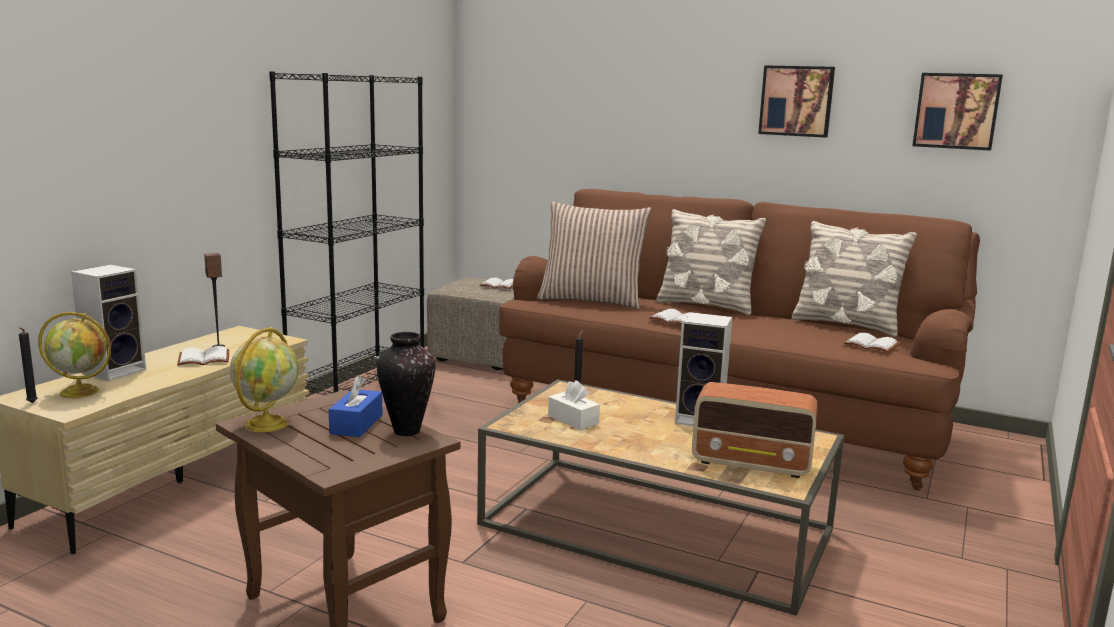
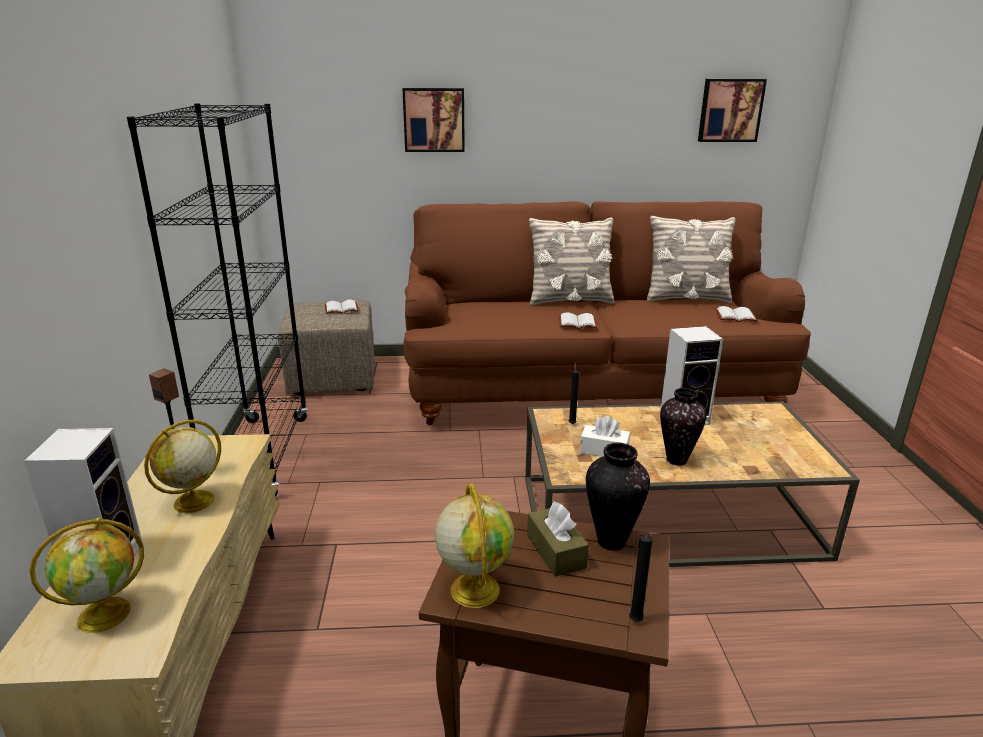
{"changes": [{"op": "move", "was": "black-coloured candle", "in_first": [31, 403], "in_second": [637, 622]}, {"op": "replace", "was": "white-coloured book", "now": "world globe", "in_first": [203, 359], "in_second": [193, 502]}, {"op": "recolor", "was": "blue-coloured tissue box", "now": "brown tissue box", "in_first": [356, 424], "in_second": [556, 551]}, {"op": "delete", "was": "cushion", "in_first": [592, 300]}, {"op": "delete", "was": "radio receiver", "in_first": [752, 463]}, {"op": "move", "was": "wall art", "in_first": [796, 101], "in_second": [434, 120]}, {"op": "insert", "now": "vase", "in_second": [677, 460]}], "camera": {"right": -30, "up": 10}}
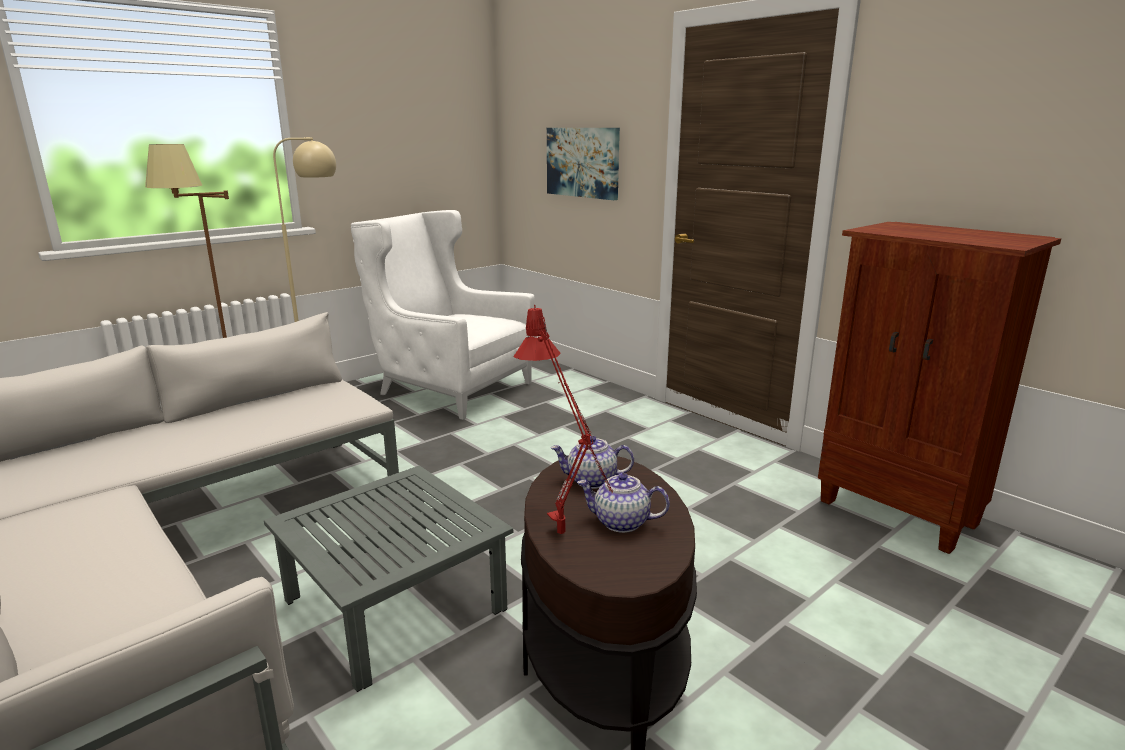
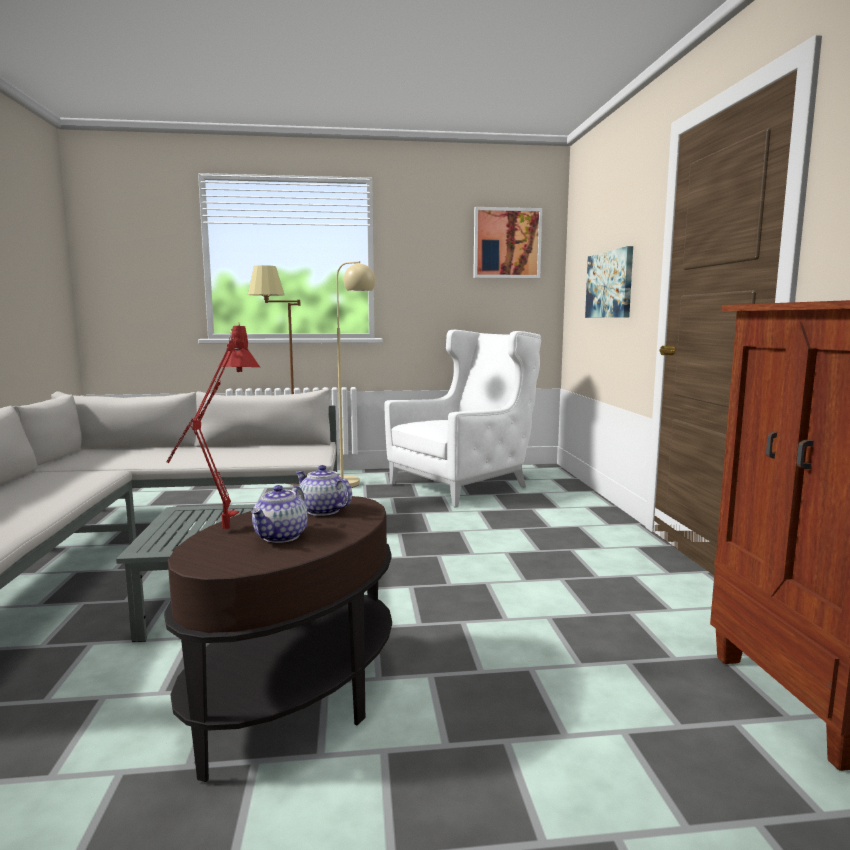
{"changes": [{"op": "rotate", "was": "white-coloured armchair", "in_first": [449, 389], "in_second": [464, 485], "clockwise": 75}, {"op": "rotate", "was": "tea pot", "in_first": [621, 522], "in_second": [281, 536], "clockwise": -120}, {"op": "insert", "now": "wall art", "in_second": [507, 243]}], "camera": {"right": 35, "up": -10}}
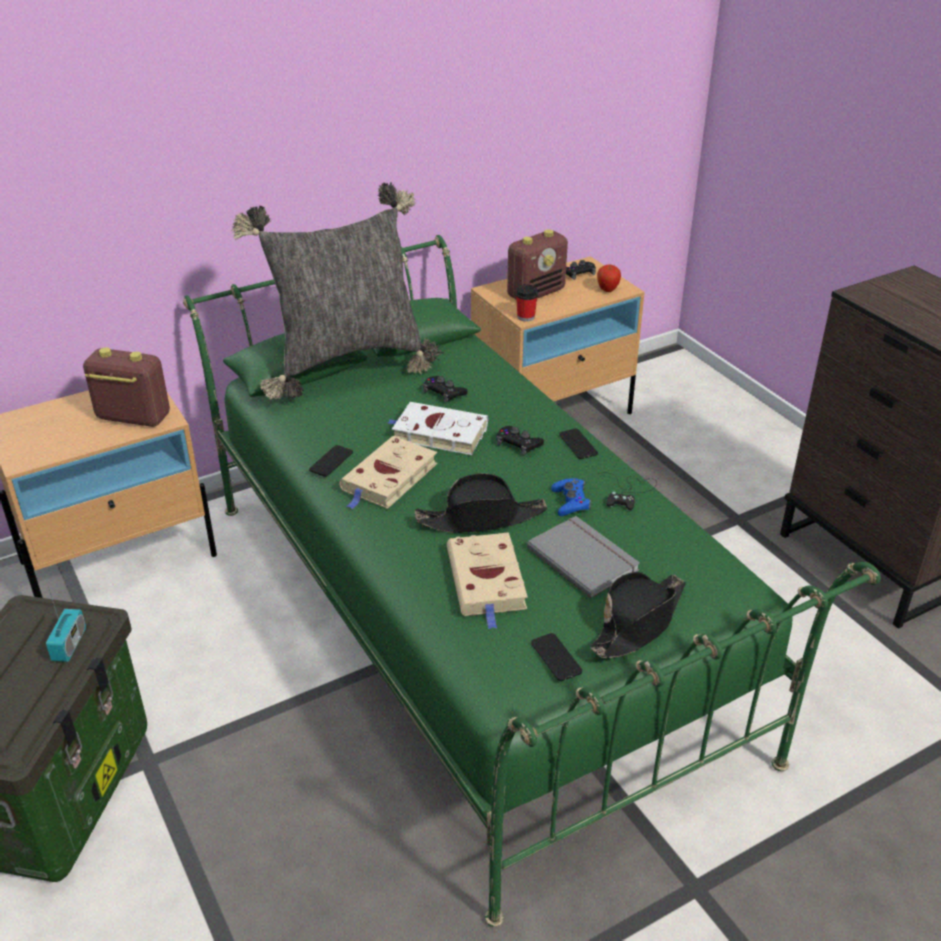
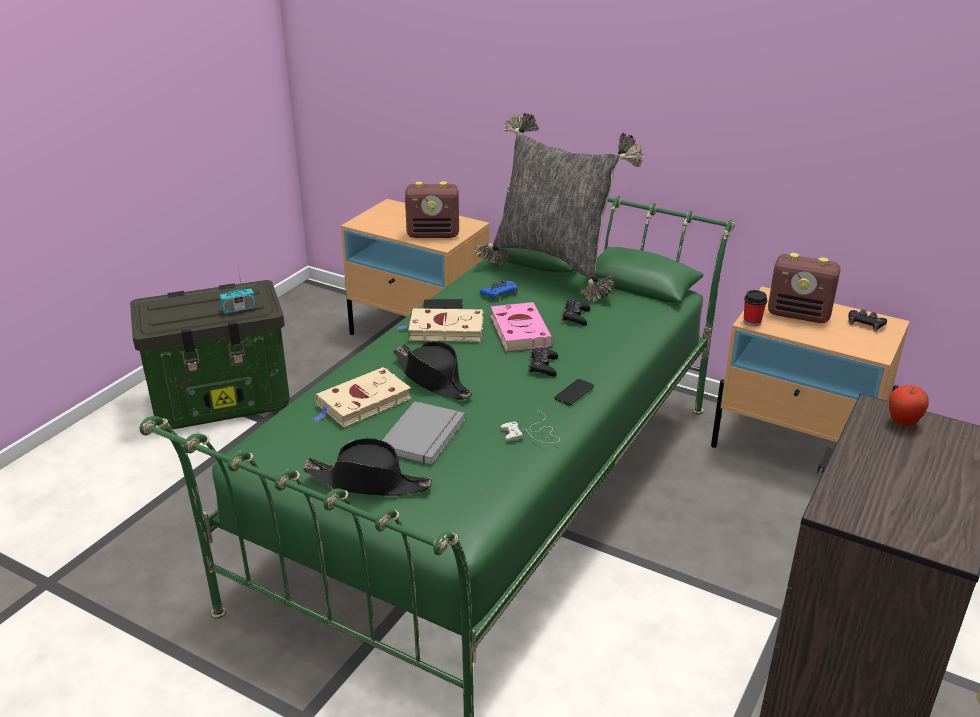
{"changes": [{"op": "rotate", "was": "radio receiver", "in_first": [132, 417], "in_second": [433, 234], "clockwise": 105}, {"op": "recolor", "was": "white-coloured book", "now": "pink book", "in_first": [437, 433], "in_second": [519, 330]}, {"op": "delete", "was": "telephone", "in_first": [556, 657]}, {"op": "move", "was": "blue-coloured joypad", "in_first": [571, 501], "in_second": [499, 294]}, {"op": "move", "was": "apple", "in_first": [607, 290], "in_second": [903, 422]}, {"op": "recolor", "was": "black-coloured joypad", "now": "white-coloured joypad", "in_first": [628, 491], "in_second": [532, 433]}], "camera": {"right": 60, "up": -5}}
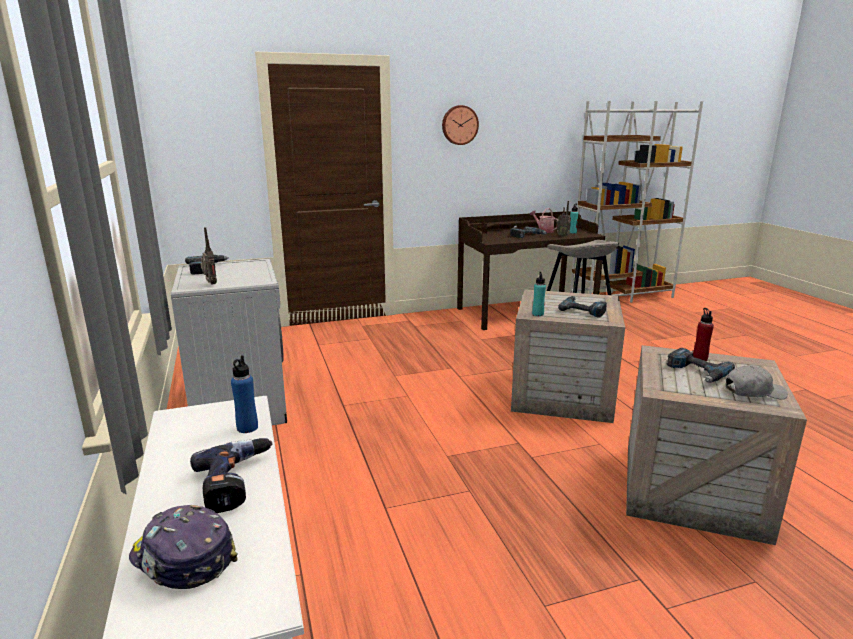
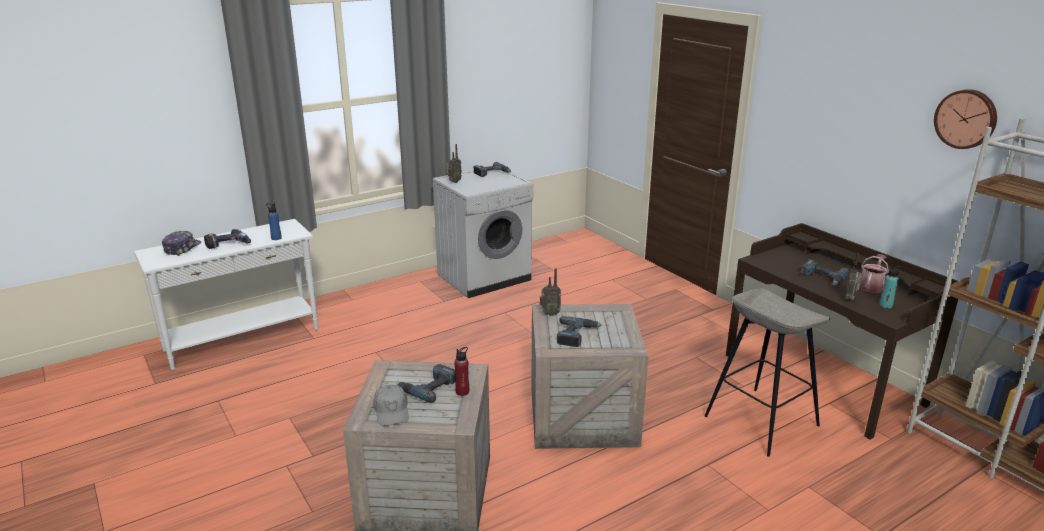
{"changes": [{"op": "move", "was": "wall clock", "in_first": [459, 125], "in_second": [966, 119]}, {"op": "replace", "was": "turquoise-coloured beverage bottle", "now": "radio receiver", "in_first": [538, 314], "in_second": [549, 313]}], "camera": {"right": 75, "up": 5}}
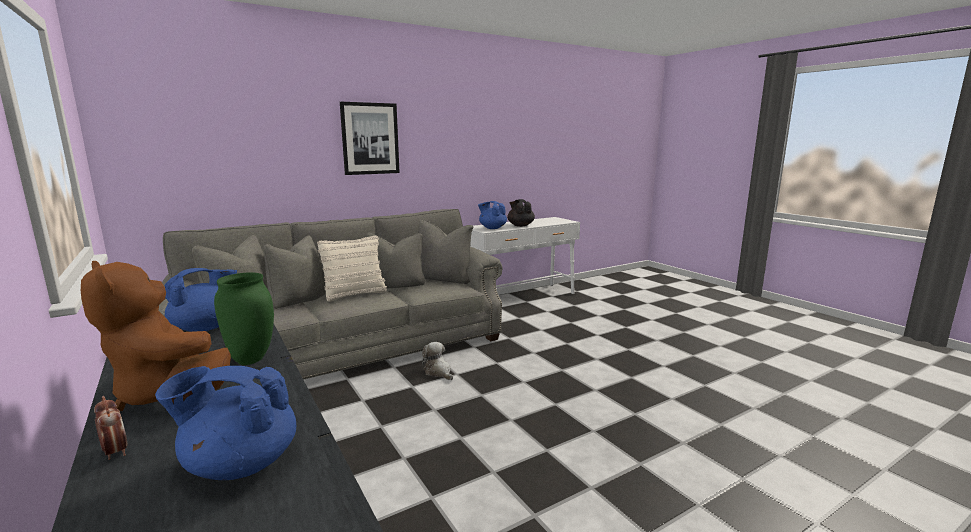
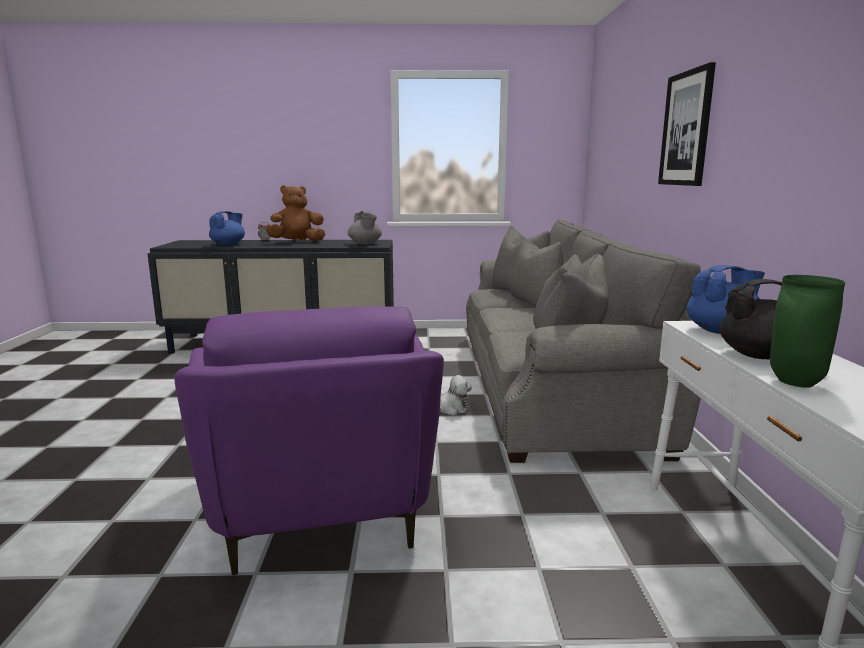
{"changes": [{"op": "recolor", "was": "blue-coloured tea pot", "now": "greyish tea pot", "in_first": [206, 327], "in_second": [365, 244]}, {"op": "move", "was": "green vase", "in_first": [250, 360], "in_second": [793, 382]}, {"op": "delete", "was": "beige cushion", "in_first": [355, 294]}, {"op": "insert", "now": "purplish armchair", "in_second": [320, 510]}], "camera": {"right": 120, "up": 0}}
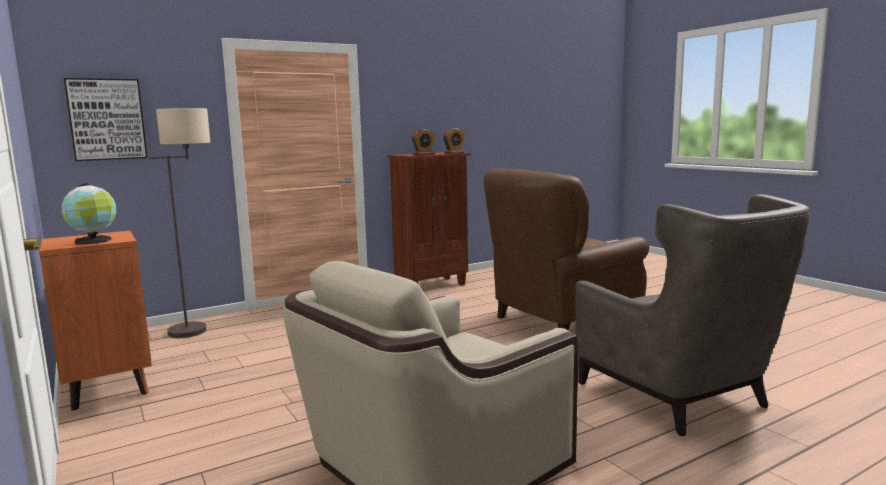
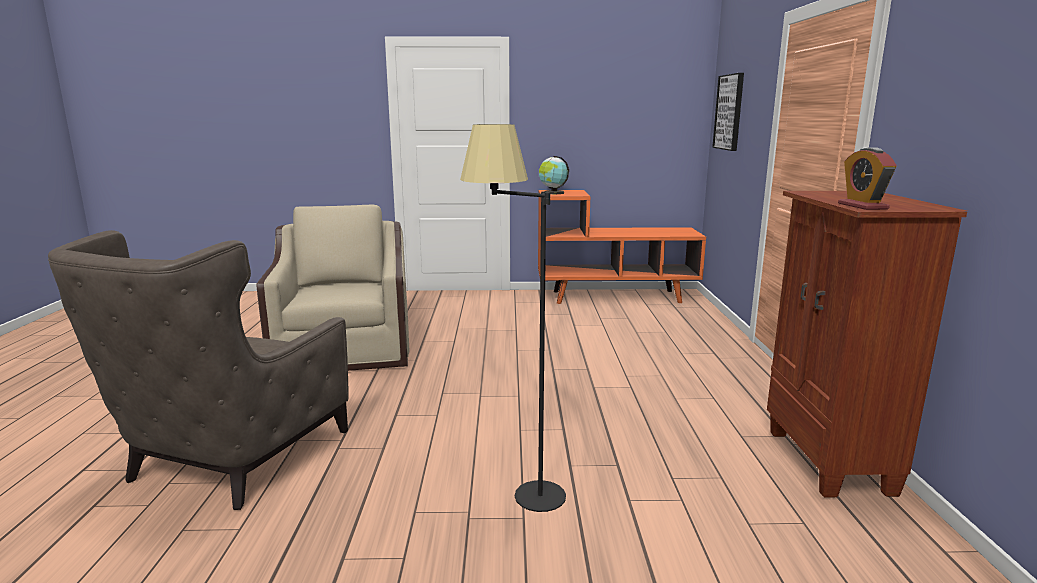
{"changes": [{"op": "delete", "was": "beige floor lamp", "in_first": [199, 330]}, {"op": "delete", "was": "bedside clock", "in_first": [423, 154]}, {"op": "replace", "was": "brown armchair", "now": "black-coloured floor lamp", "in_first": [559, 321], "in_second": [517, 501]}, {"op": "rotate", "was": "greyish armchair", "in_first": [678, 398], "in_second": [233, 460], "clockwise": -75}], "camera": {"right": 120, "up": 5}}
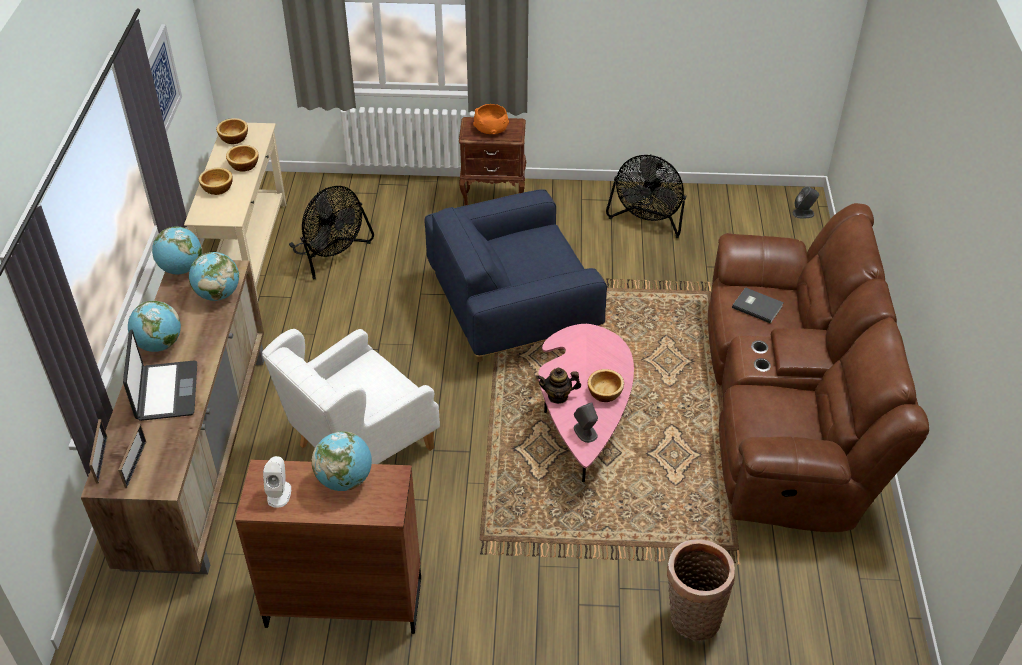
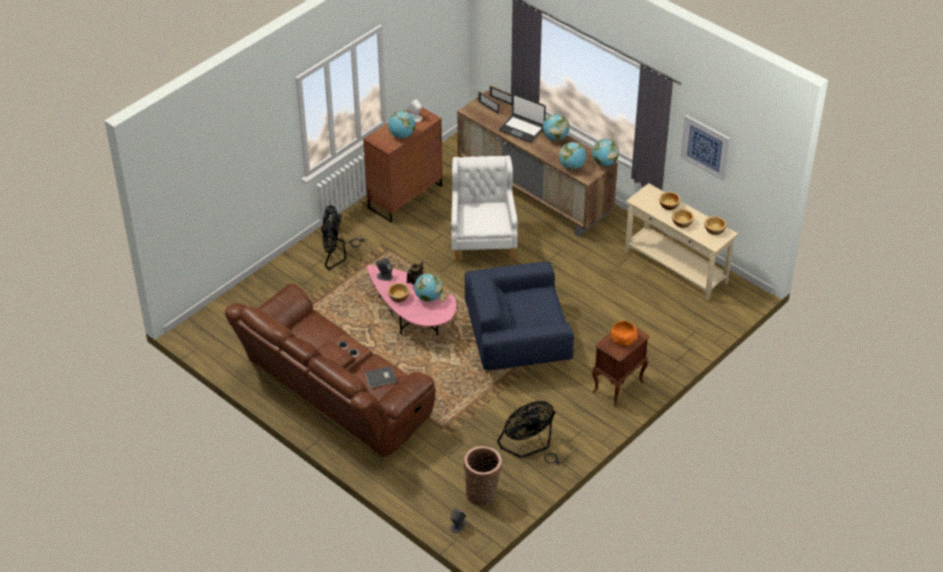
{"changes": [{"op": "move", "was": "black-coloured electric fan", "in_first": [330, 255], "in_second": [337, 250]}, {"op": "rotate", "was": "blue-coloured armchair", "in_first": [512, 310], "in_second": [517, 341], "clockwise": -120}, {"op": "move", "was": "household basket", "in_first": [691, 618], "in_second": [482, 493]}, {"op": "insert", "now": "world globe", "in_second": [428, 297]}], "camera": {"right": 130, "up": 0}}
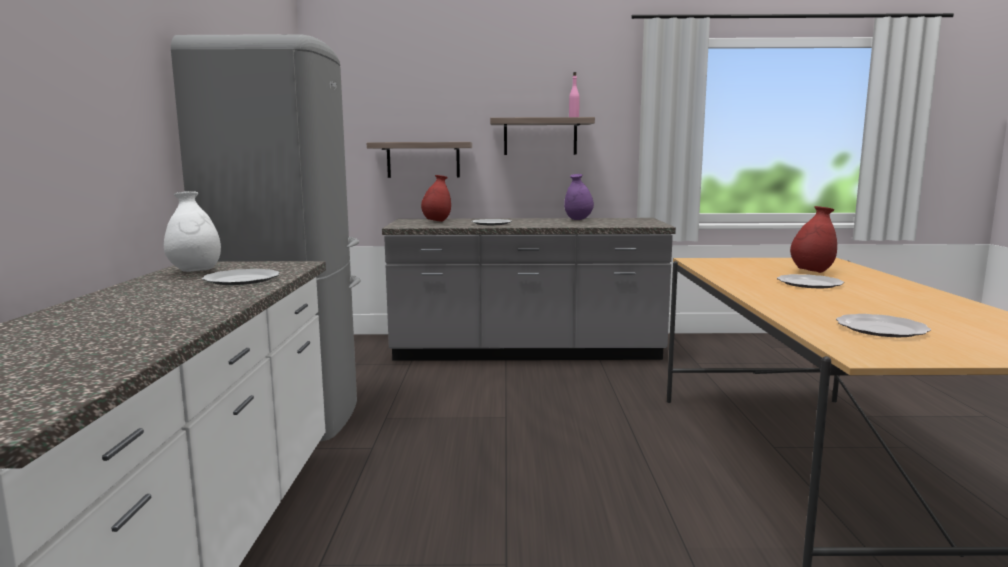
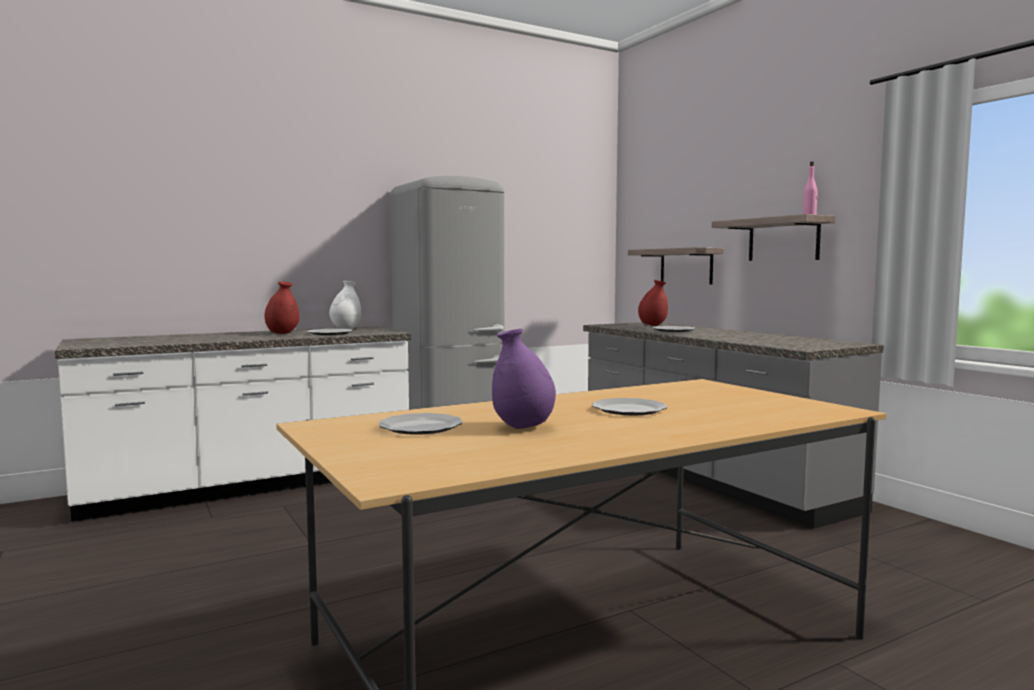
{"changes": [{"op": "move", "was": "purplish vase", "in_first": [578, 219], "in_second": [523, 427]}, {"op": "move", "was": "red vase", "in_first": [811, 272], "in_second": [282, 333]}], "camera": {"right": 60, "up": -5}}
